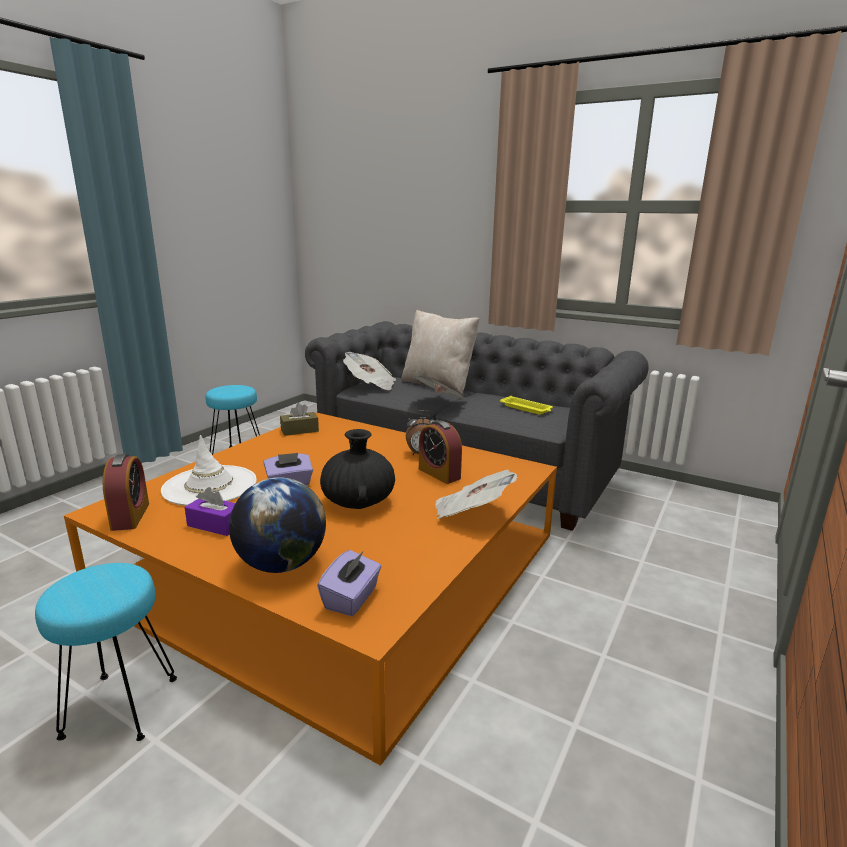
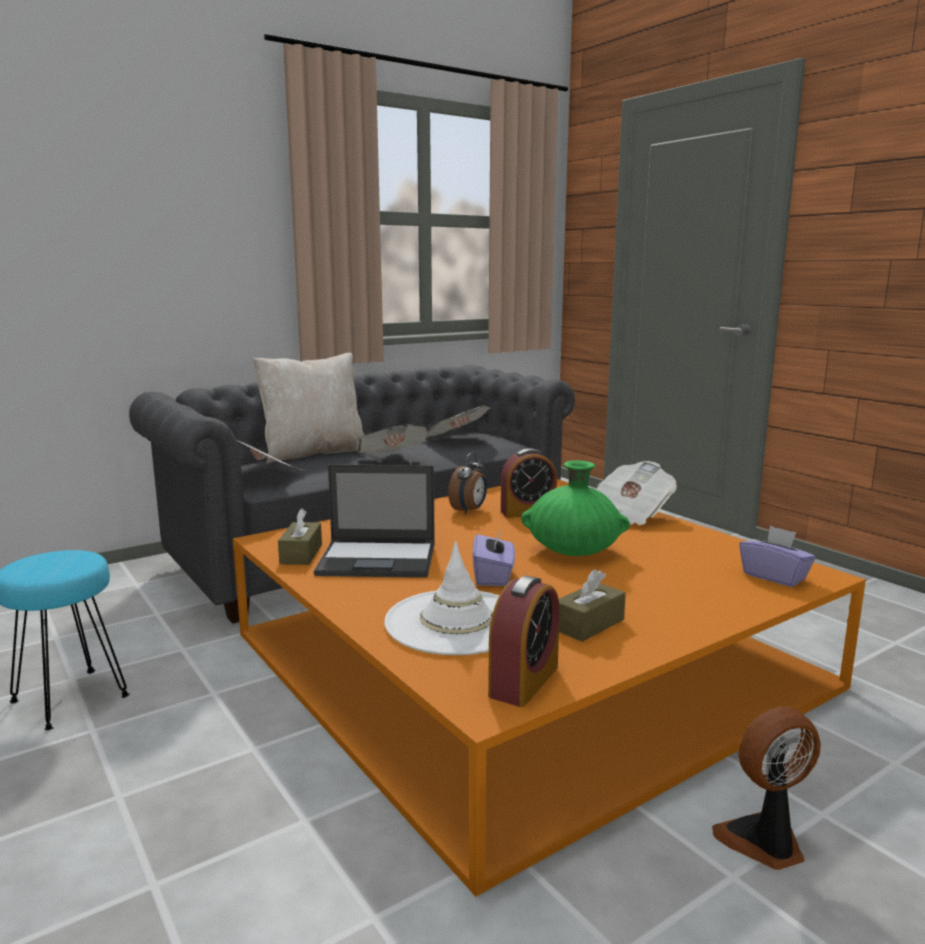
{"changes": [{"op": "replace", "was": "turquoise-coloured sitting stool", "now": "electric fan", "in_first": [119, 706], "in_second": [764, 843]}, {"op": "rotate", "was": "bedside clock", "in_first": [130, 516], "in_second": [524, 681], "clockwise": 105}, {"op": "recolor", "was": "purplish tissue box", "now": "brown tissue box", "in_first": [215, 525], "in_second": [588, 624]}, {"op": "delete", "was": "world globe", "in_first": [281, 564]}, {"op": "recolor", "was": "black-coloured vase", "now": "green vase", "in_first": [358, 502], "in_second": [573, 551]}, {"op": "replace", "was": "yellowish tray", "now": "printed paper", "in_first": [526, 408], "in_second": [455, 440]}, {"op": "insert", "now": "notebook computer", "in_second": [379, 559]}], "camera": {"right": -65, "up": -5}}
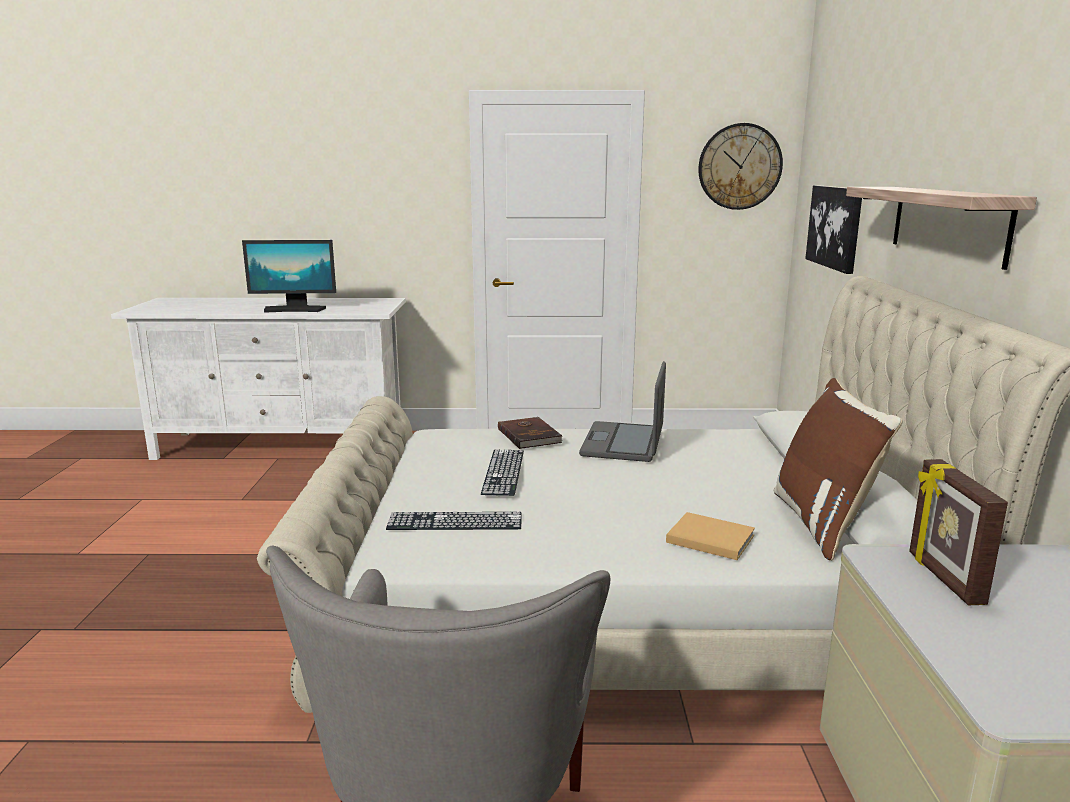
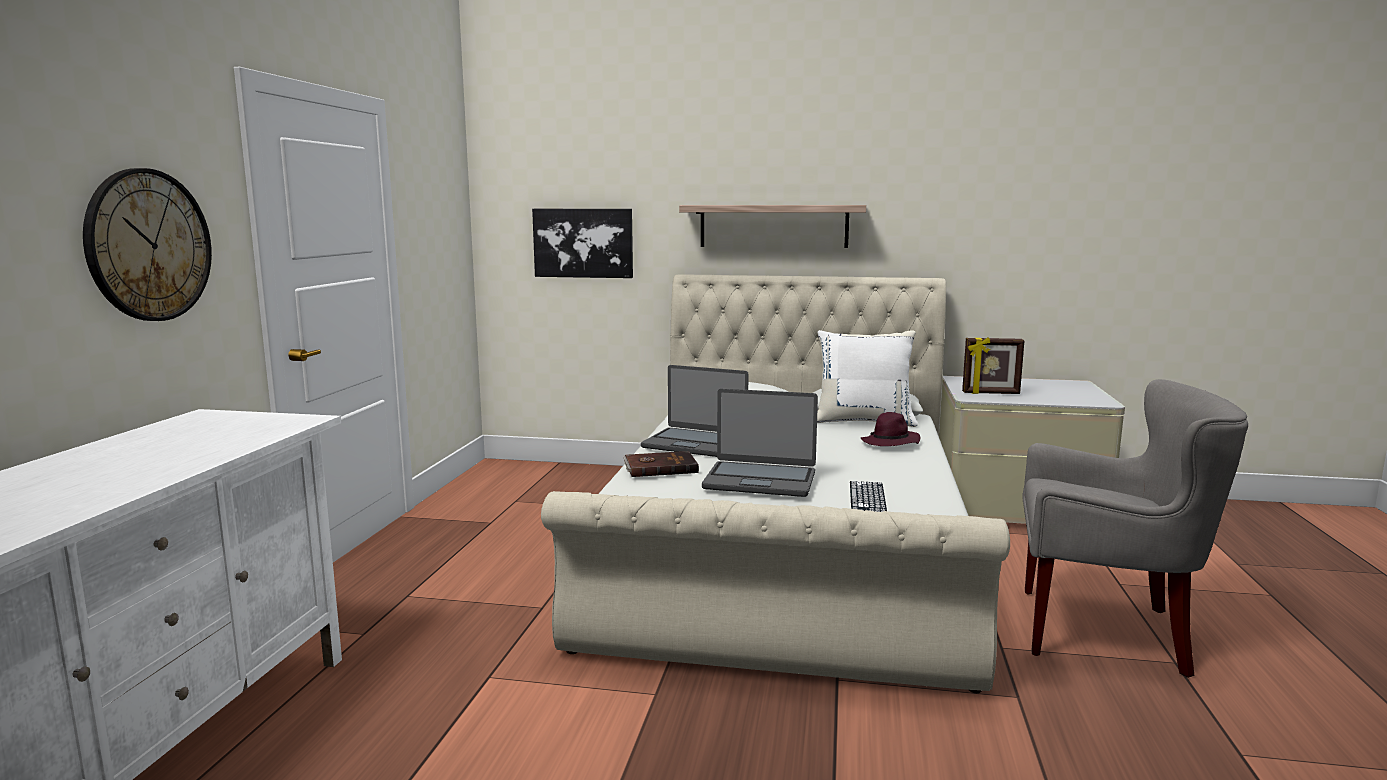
{"changes": [{"op": "delete", "was": "computer display", "in_first": [294, 309]}, {"op": "replace", "was": "PC keyboard", "now": "notebook computer", "in_first": [503, 472], "in_second": [760, 480]}, {"op": "replace", "was": "beige book", "now": "purplish clothing hat", "in_first": [707, 538], "in_second": [890, 443]}, {"op": "move", "was": "wall clock", "in_first": [739, 166], "in_second": [148, 245]}, {"op": "recolor", "was": "brown cushion", "now": "white-coloured cushion", "in_first": [823, 524], "in_second": [864, 421]}], "camera": {"right": -80, "up": -5}}
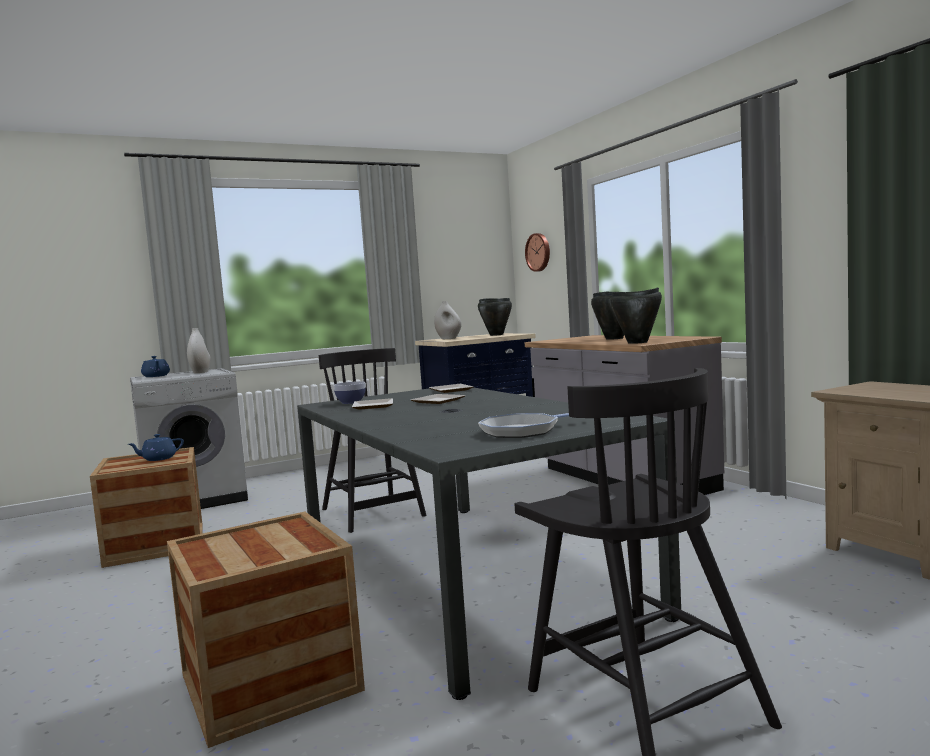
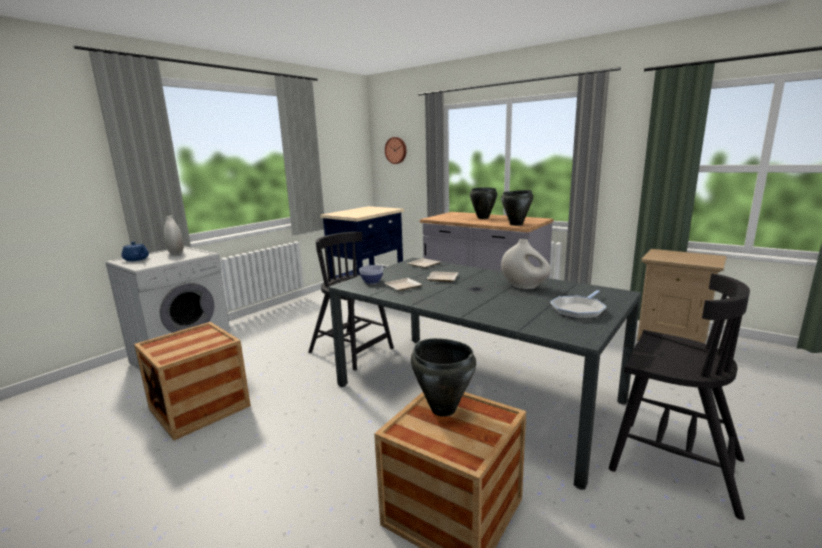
{"changes": [{"op": "delete", "was": "blue-coloured tea pot", "in_first": [158, 459]}, {"op": "move", "was": "white-coloured vase", "in_first": [448, 339], "in_second": [524, 286]}, {"op": "move", "was": "black-coloured saucepot", "in_first": [496, 335], "in_second": [443, 409]}], "camera": {"right": -25, "up": 10}}
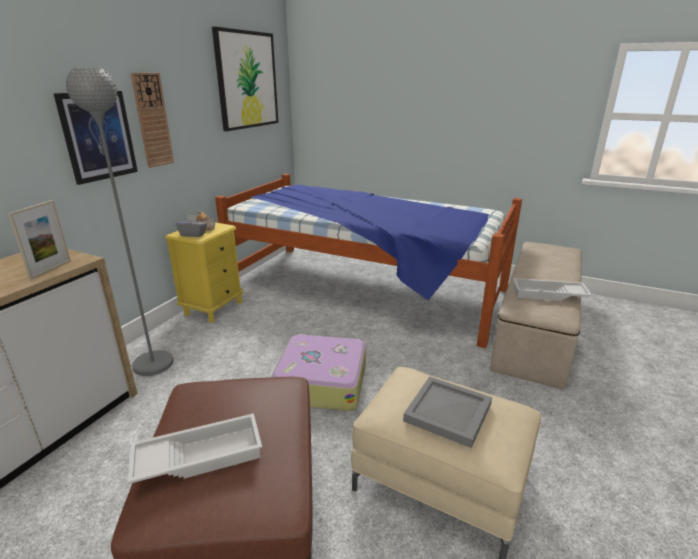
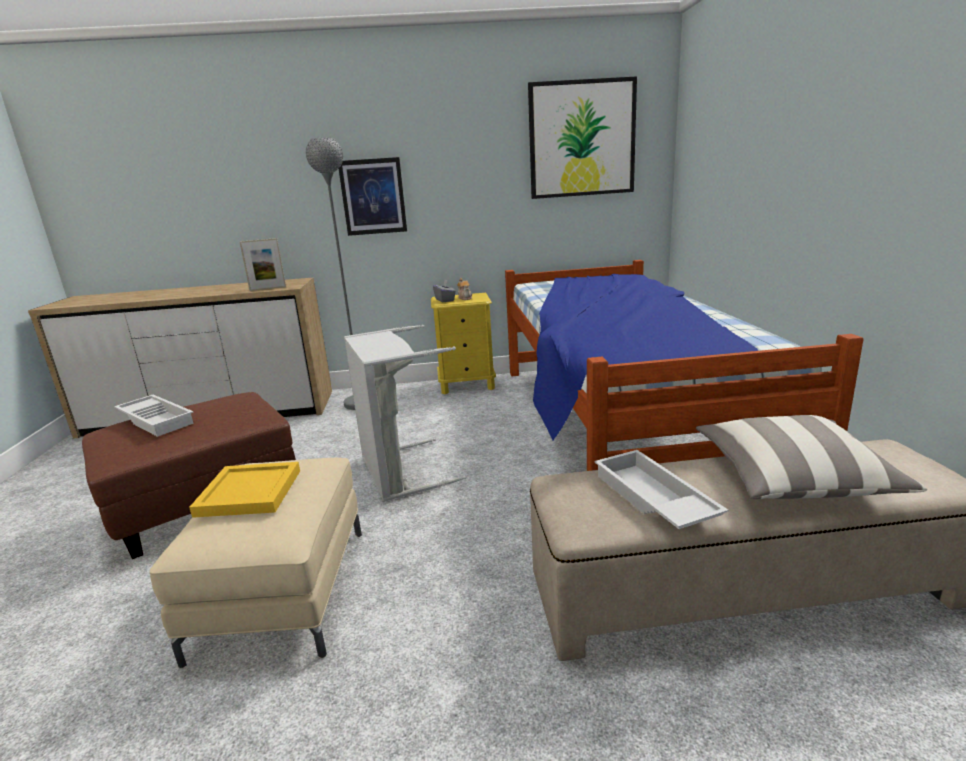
{"changes": [{"op": "delete", "was": "wall clock", "in_first": [152, 120]}, {"op": "replace", "was": "travel case", "now": "greyish washing basket", "in_first": [321, 382], "in_second": [399, 472]}, {"op": "recolor", "was": "greyish tray", "now": "yellowish tray", "in_first": [447, 411], "in_second": [251, 492]}, {"op": "insert", "now": "cushion", "in_second": [793, 479]}], "camera": {"right": 60, "up": -5}}
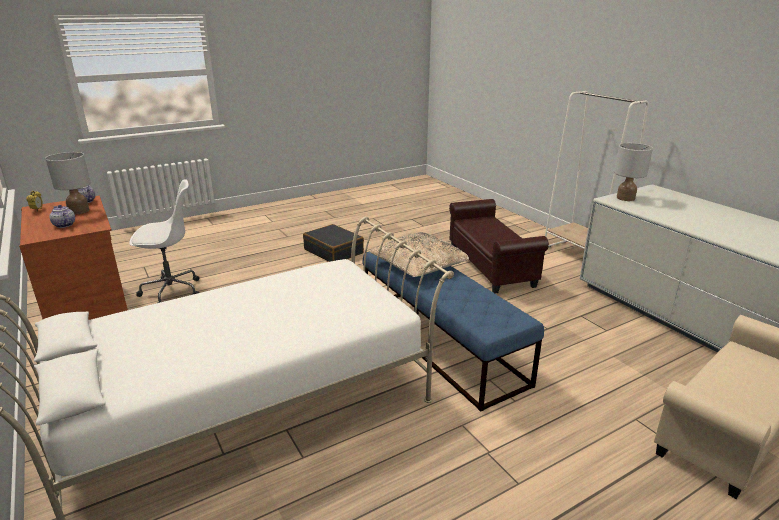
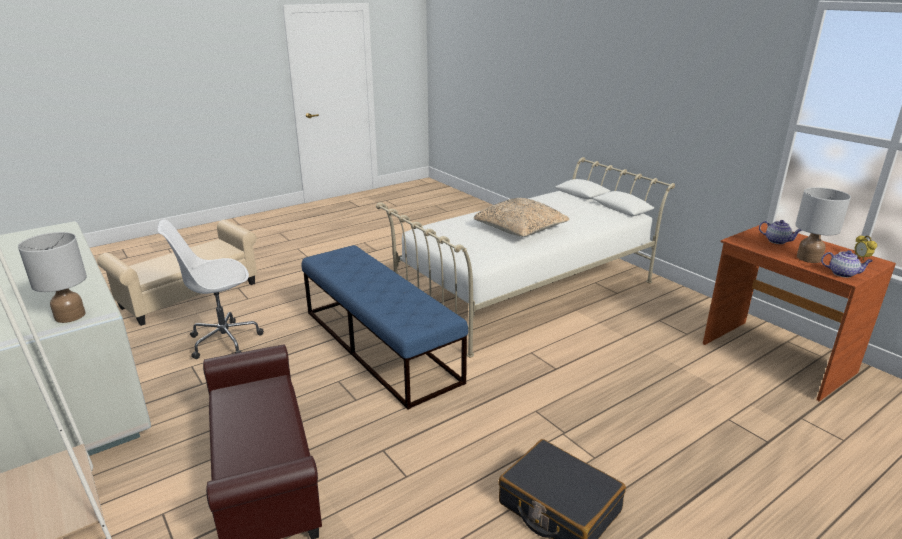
{"changes": [{"op": "move", "was": "white-coloured computer chair", "in_first": [173, 291], "in_second": [222, 341]}, {"op": "move", "was": "beige cushion", "in_first": [418, 265], "in_second": [520, 228]}], "camera": {"right": 175, "up": 0}}
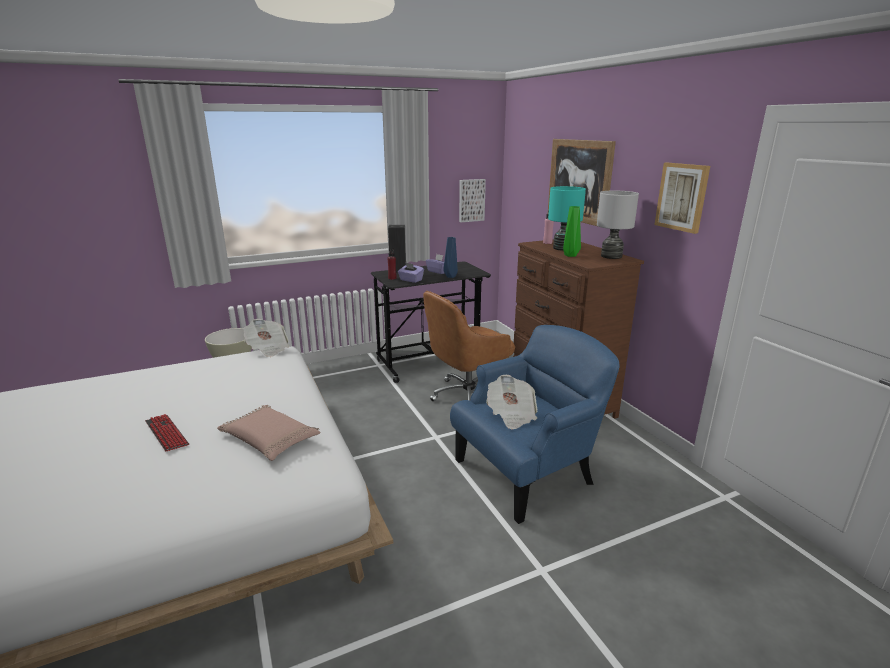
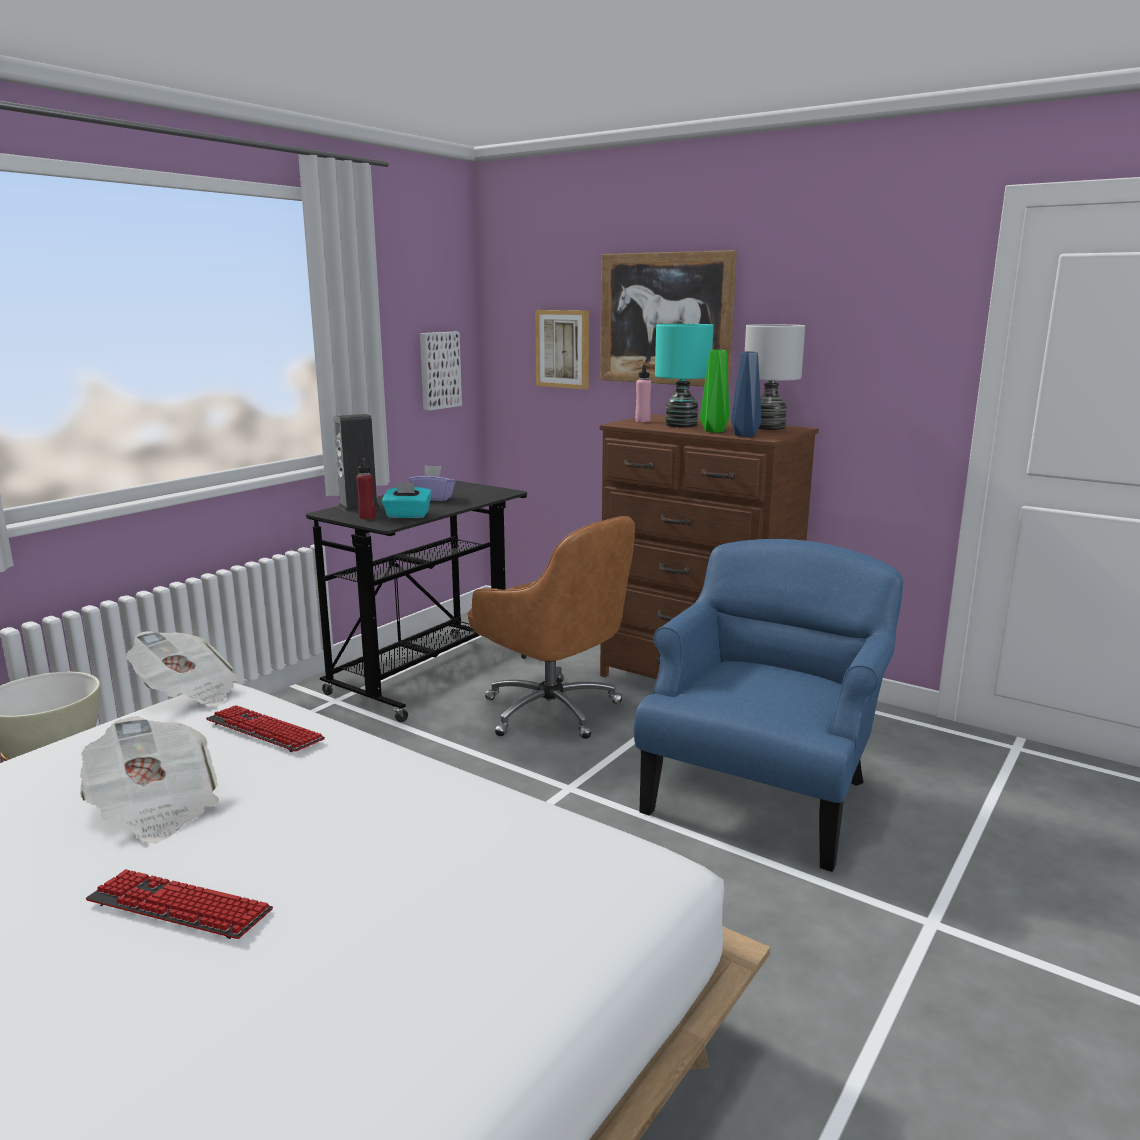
{"changes": [{"op": "delete", "was": "beige cushion", "in_first": [269, 437]}, {"op": "recolor", "was": "purplish tissue box", "now": "turquoise-coloured tissue box", "in_first": [410, 280], "in_second": [407, 516]}, {"op": "rotate", "was": "brown computer chair", "in_first": [467, 395], "in_second": [550, 711], "clockwise": -75}, {"op": "move", "was": "blue-coloured vase", "in_first": [451, 276], "in_second": [744, 435]}, {"op": "move", "was": "printed paper", "in_first": [511, 414], "in_second": [155, 808]}, {"op": "move", "was": "wall art", "in_first": [682, 197], "in_second": [563, 349]}, {"op": "insert", "now": "PC keyboard", "in_second": [264, 731]}], "camera": {"right": -30, "up": -5}}
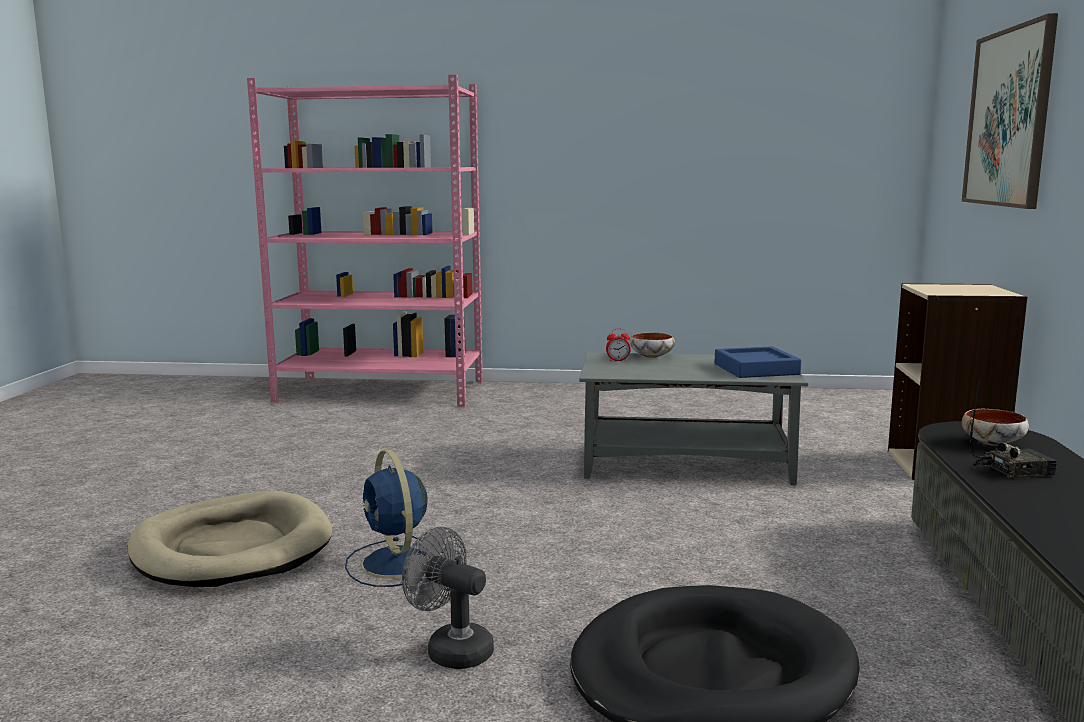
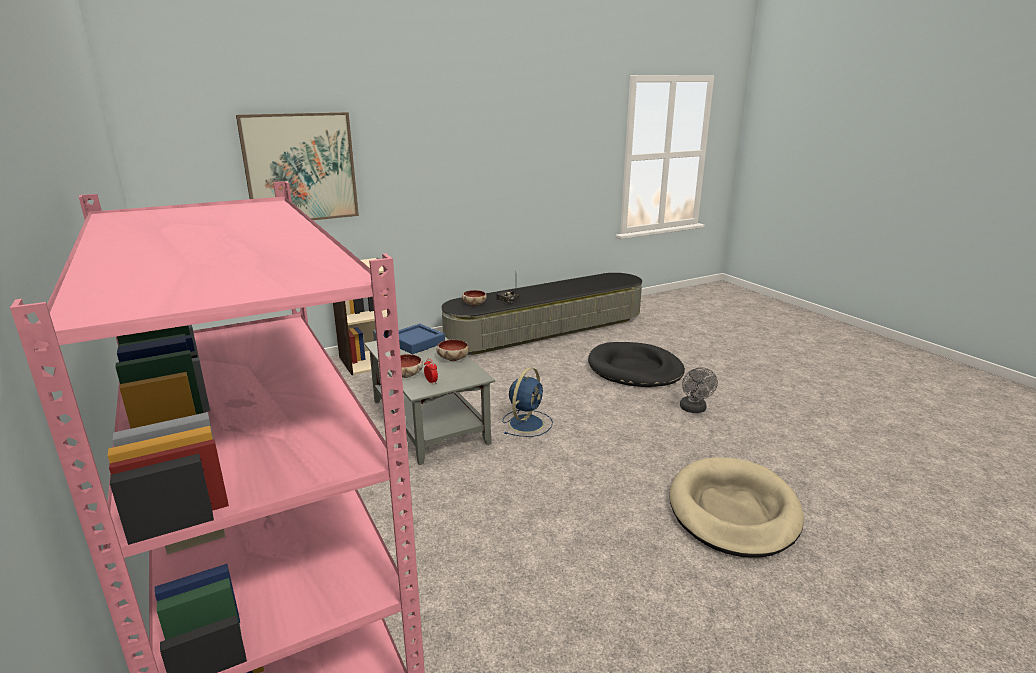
{"changes": [{"op": "move", "was": "blue-coloured electric fan", "in_first": [396, 564], "in_second": [527, 423]}, {"op": "insert", "now": "serving bowl", "in_second": [452, 359]}], "camera": {"right": -125, "up": 10}}
